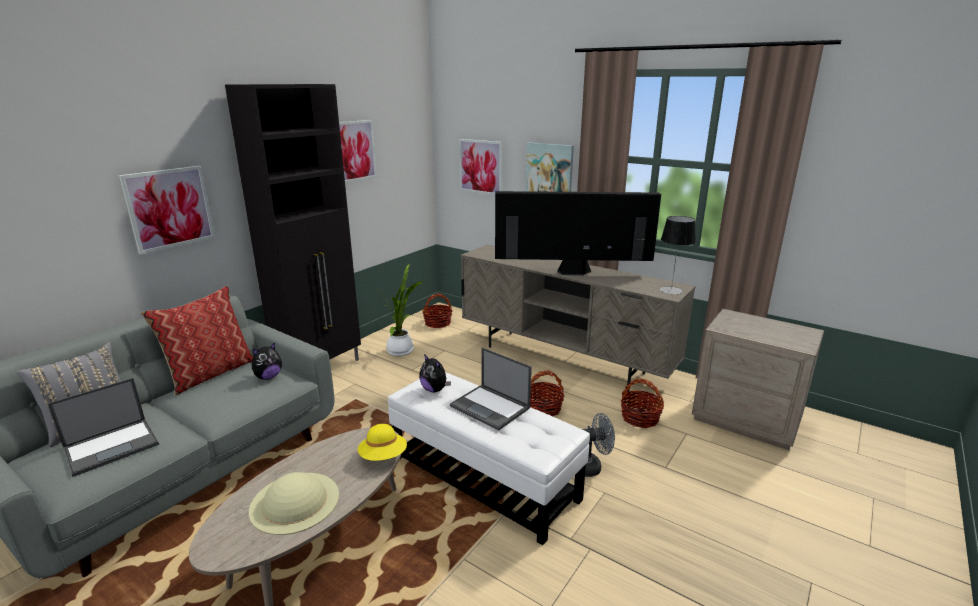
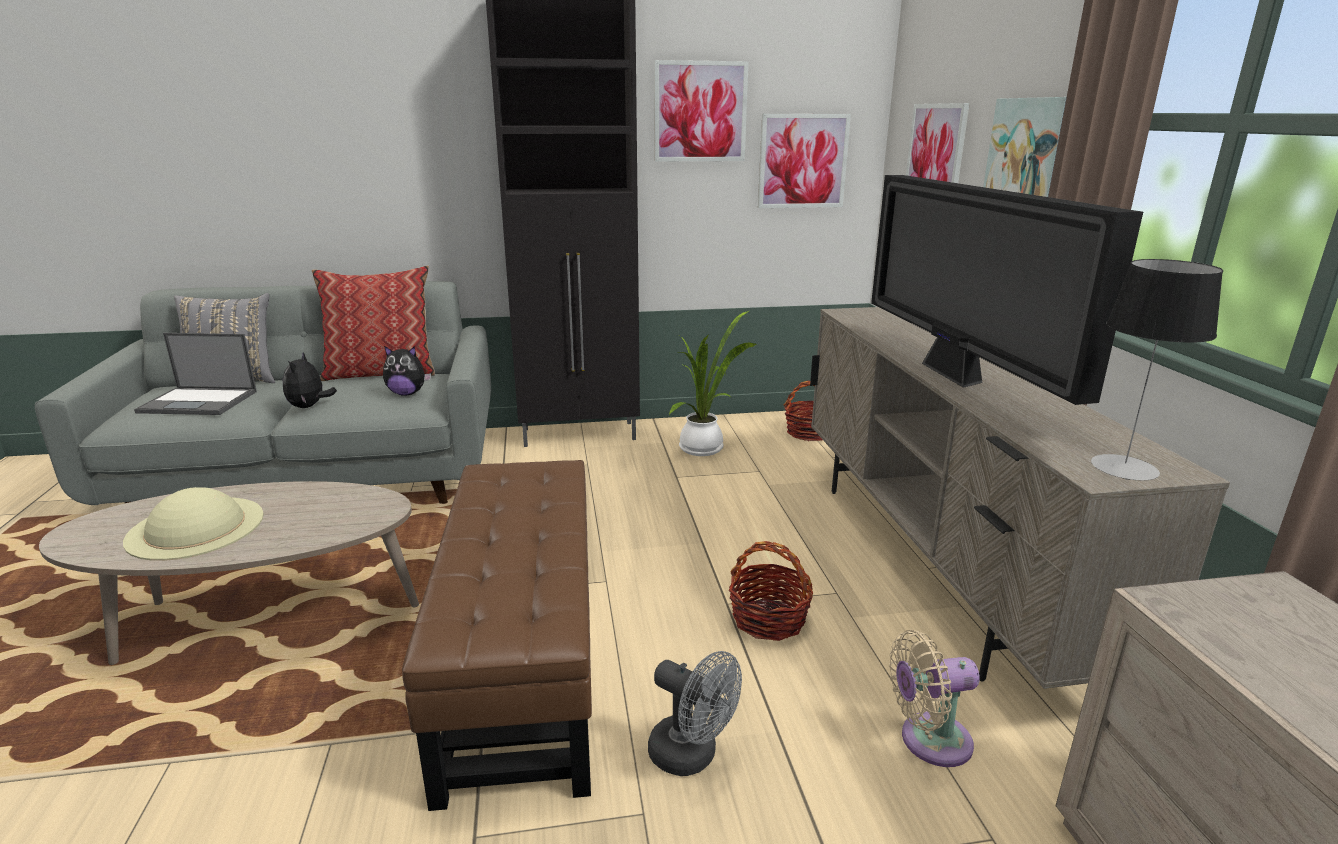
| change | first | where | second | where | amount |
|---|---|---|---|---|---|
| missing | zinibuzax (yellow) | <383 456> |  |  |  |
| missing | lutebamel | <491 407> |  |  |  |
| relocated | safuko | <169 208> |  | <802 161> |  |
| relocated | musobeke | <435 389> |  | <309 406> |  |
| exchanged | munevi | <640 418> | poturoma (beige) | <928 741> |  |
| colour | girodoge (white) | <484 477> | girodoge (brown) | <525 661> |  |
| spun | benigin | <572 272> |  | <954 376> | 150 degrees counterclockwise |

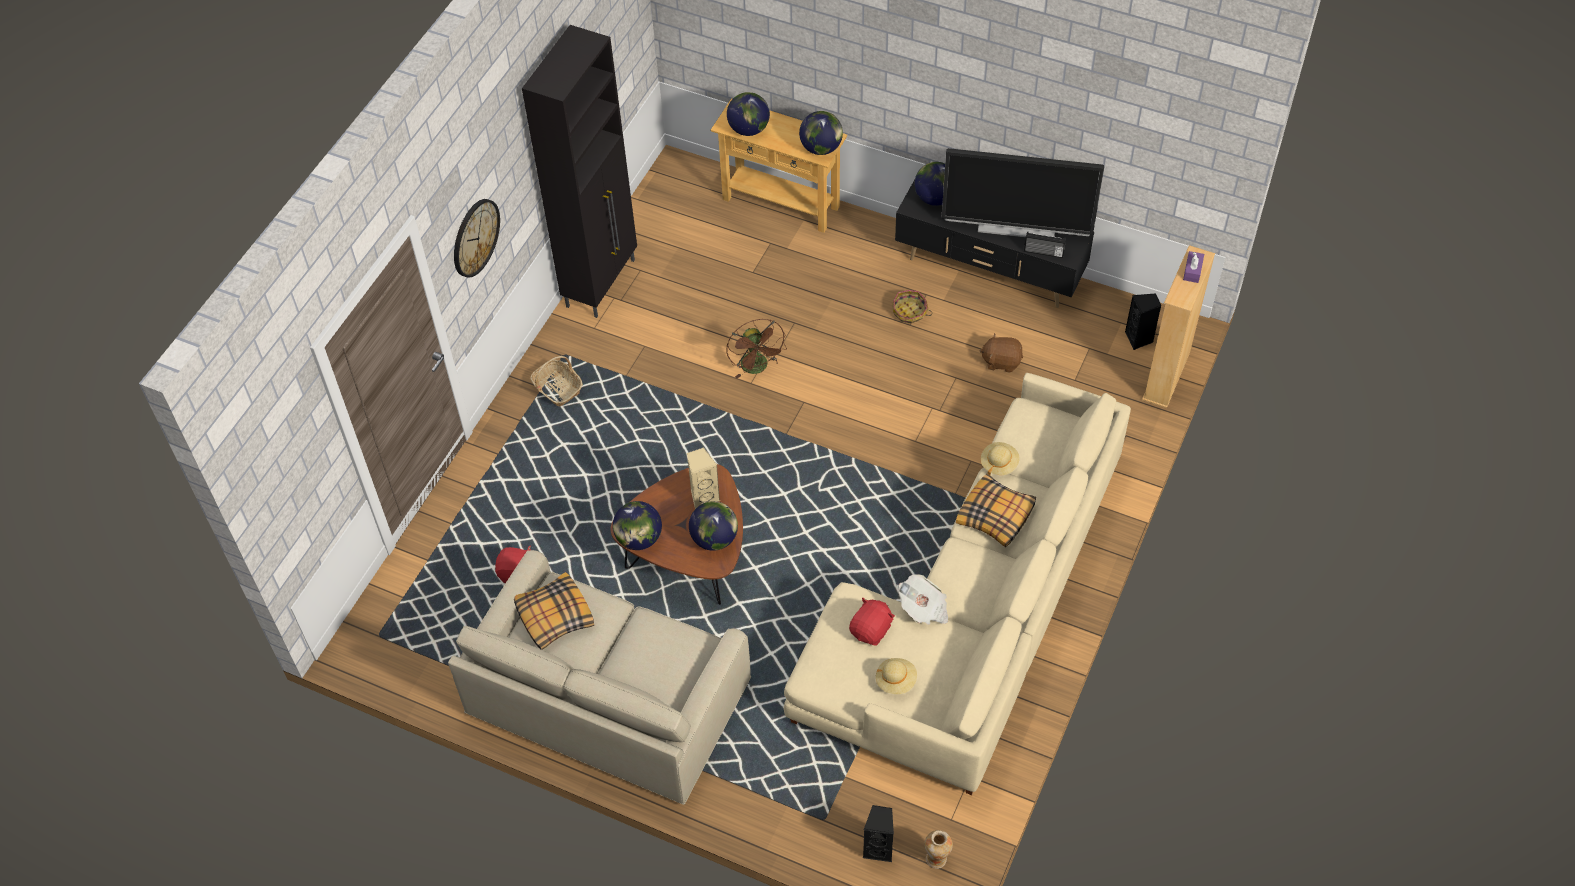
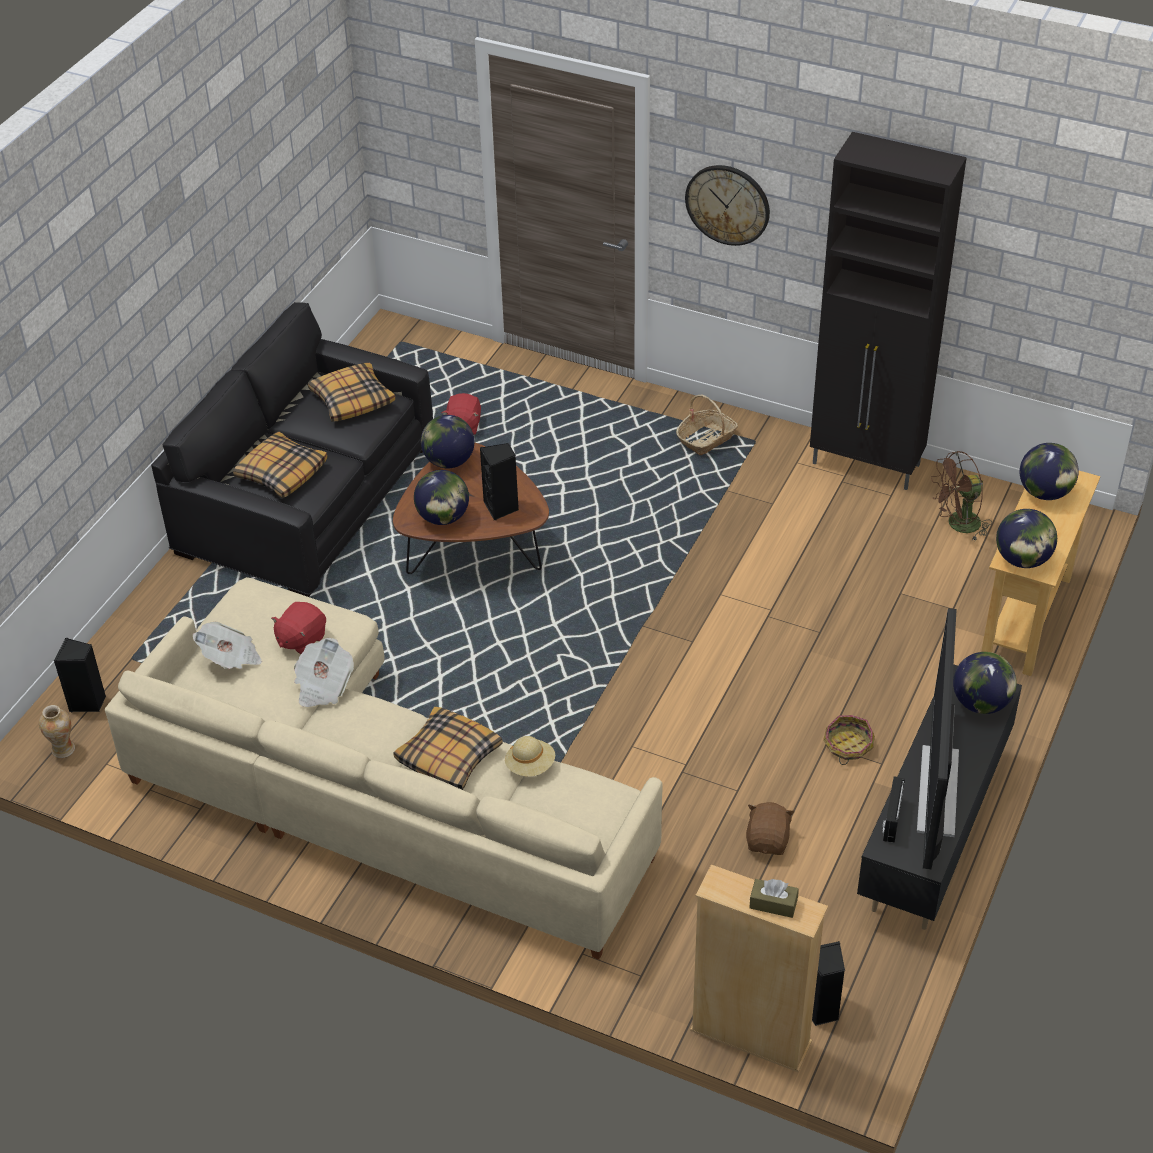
| change | first | where | second | where | amount |
|---|---|---|---|---|---|
| appeared |  |  | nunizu | <281 472> |  |
| relocated | poturoma (brown) | <757 368> |  | <958 525> |  |
| exchanged | zinibuzax (beige) | <896 681> | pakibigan | <231 658> |  |
| colour | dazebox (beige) | <607 698> | dazebox (black) | <305 495> |  |
| colour | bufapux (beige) | <703 496> | bufapux (black) | <501 508> |  |
| colour | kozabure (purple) | <1192 271> | kozabure (brown) | <773 904> |  |
| spun | musobeke (red) | <871 630> |  | <301 639> | 90 degrees clockwise |

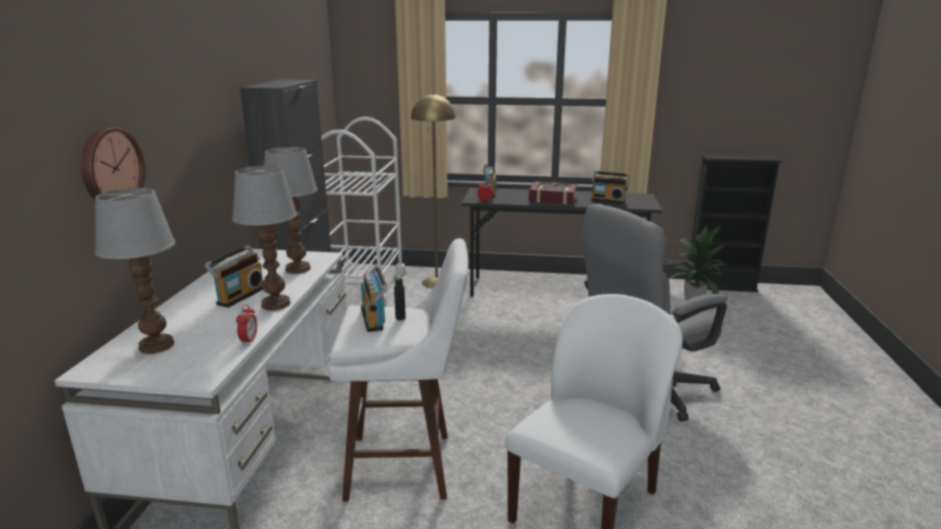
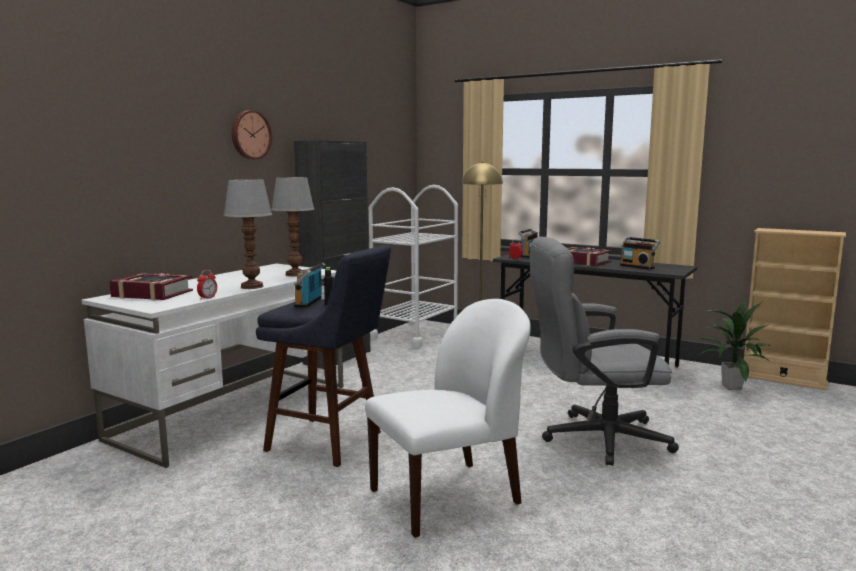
| change | first | where | second | where | amount |
|---|---|---|---|---|---|
| missing | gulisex | <239 295> |  |  |  |
| relocated | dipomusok | <110 168> |  | <250 135> |  |
| exchanged | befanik | <155 346> | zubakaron | <152 294> |  |
| colour | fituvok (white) | <408 466> | fituvok (blue) | <330 442> |  |
| colour | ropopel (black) | <720 286> | ropopel (beige) | <783 379> |  |

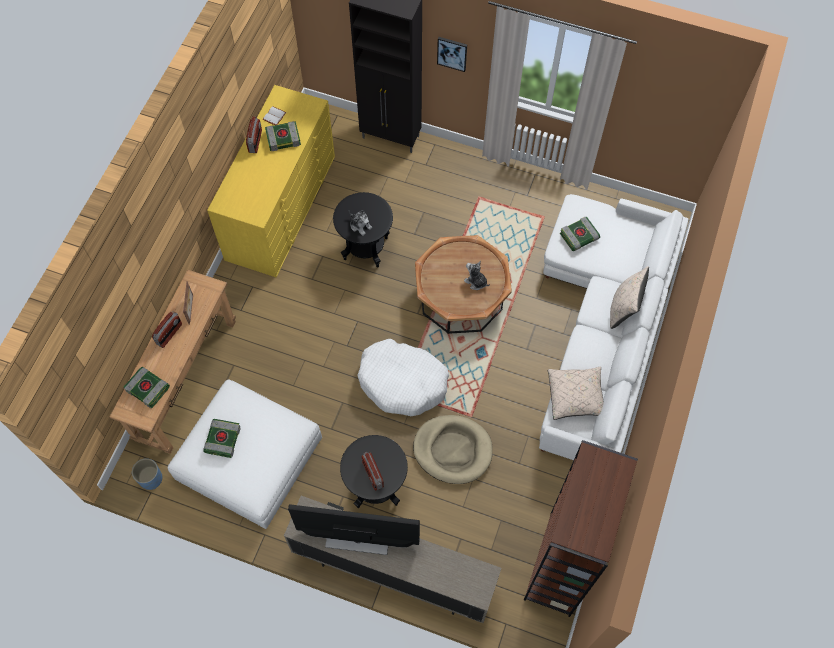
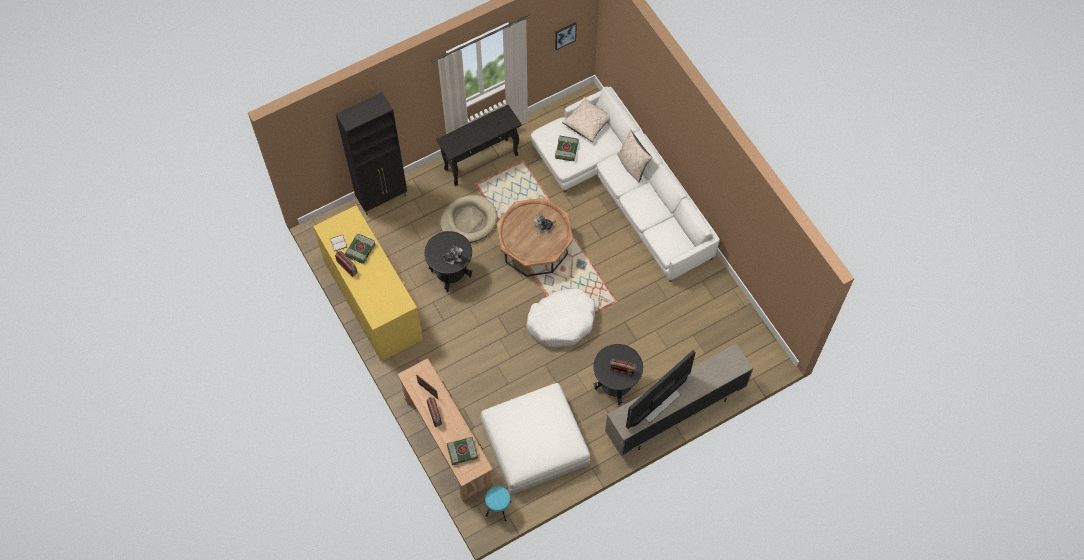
| change | first | where | second | where | amount |
|---|---|---|---|---|---|
| missing | zubakaron | <222 439> |  |  |  |
| missing | ropopel (brown) | <560 564> |  |  |  |
| appeared |  |  | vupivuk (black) | <481 161> |  |
| relocated | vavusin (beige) | <453 450> |  | <468 221> |  |
| relocated | safuko | <452 53> |  | <565 35> |  |
| relocated | nunizu (beige) | <575 397> |  | <588 123> |  |
| exchanged | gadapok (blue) | <151 479> | fituvok (turquoise) | <498 509> |  |

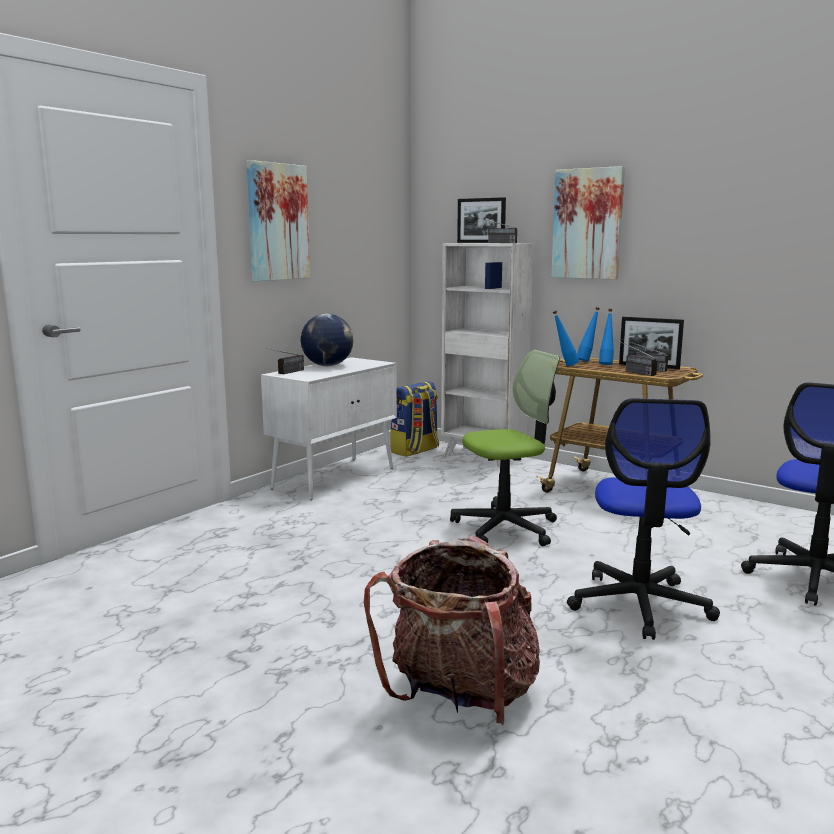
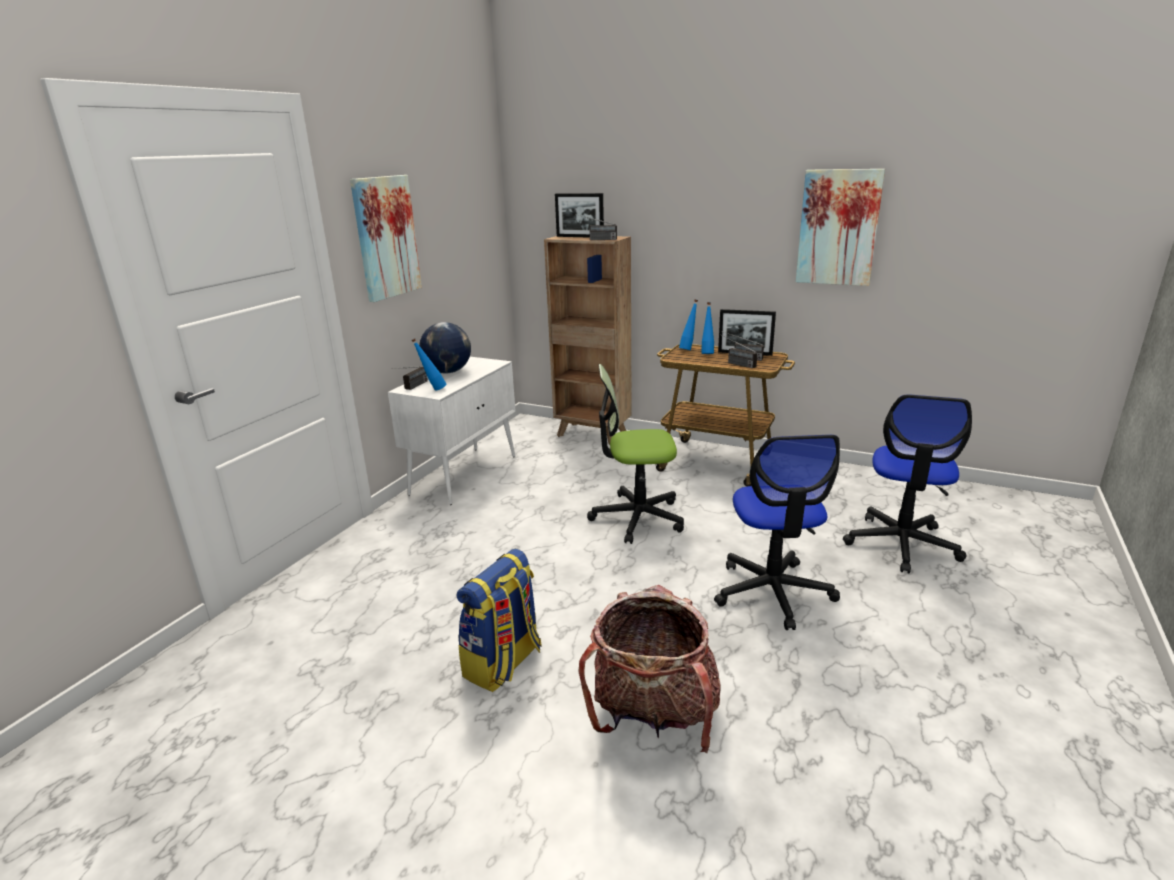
| change | first | where | second | where | amount |
|---|---|---|---|---|---|
| relocated | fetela | <415 451> |  | <503 663> |  |
| relocated | safuko | <587 224> |  | <838 227> |  |
| relocated | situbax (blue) | <564 365> |  | <432 390> |  |
| colour | ropopel (white) | <483 457> | ropopel (brown) | <593 434> |  |
| spun | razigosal | <505 527> |  | <637 517> | 150 degrees counterclockwise |

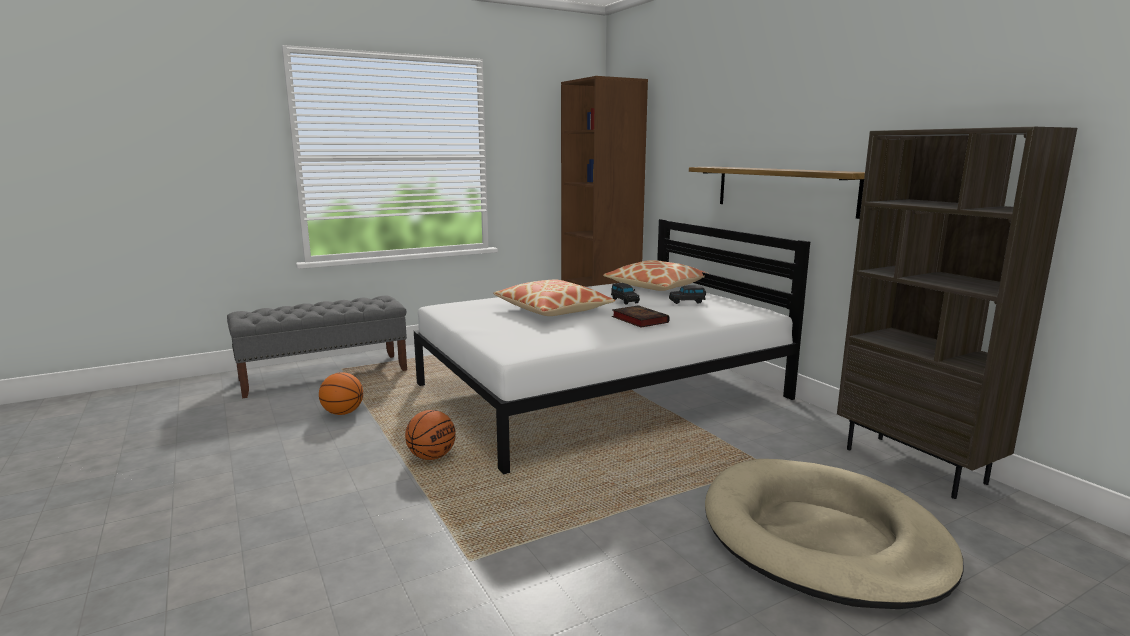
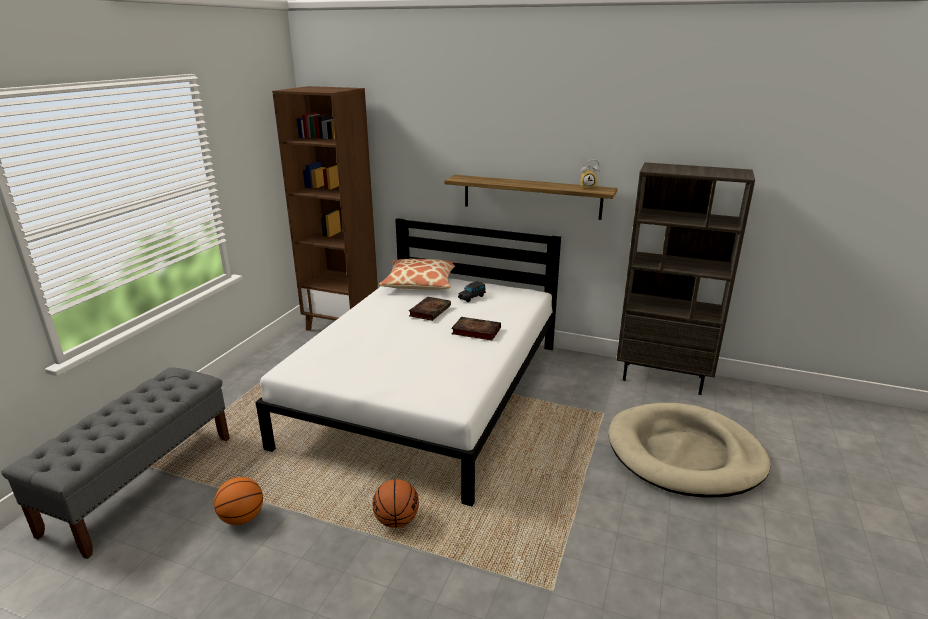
| change | first | where | second | where | amount |
|---|---|---|---|---|---|
| missing | nunizu | <553 310> |  |  |  |
| appeared |  |  | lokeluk | <588 187> |  |
| exchanged | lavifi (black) | <624 301> | zubakaron | <430 310> |  |

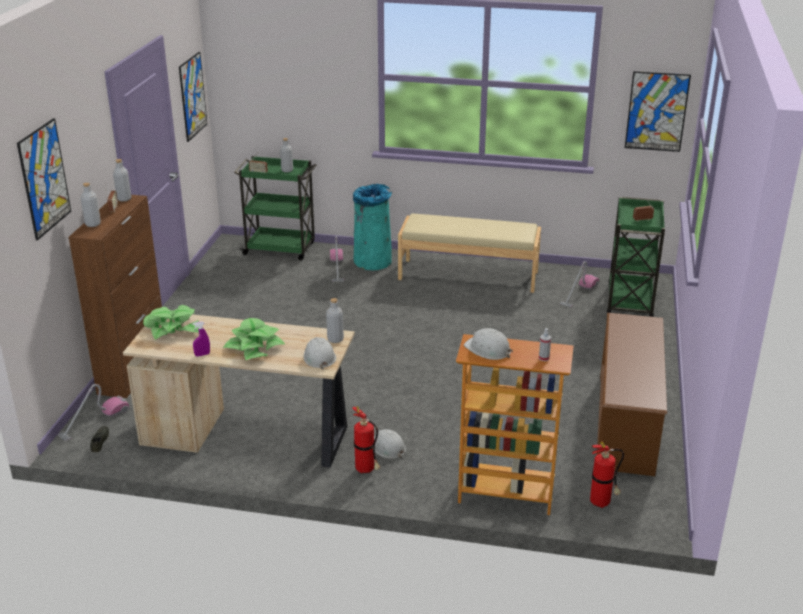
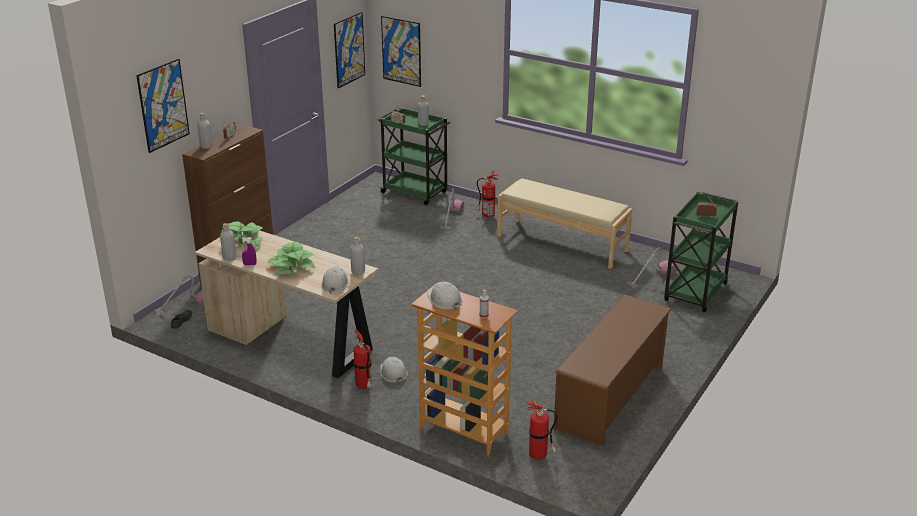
| change | first | where | second | where | amount |
|---|---|---|---|---|---|
| relocated | situbax (grey) | <124 199> |  | <229 258> |  |
| relocated | safuko | <656 111> |  | <401 51> |  |
| exchanged | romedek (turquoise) | <372 261> | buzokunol | <486 216> |  |

